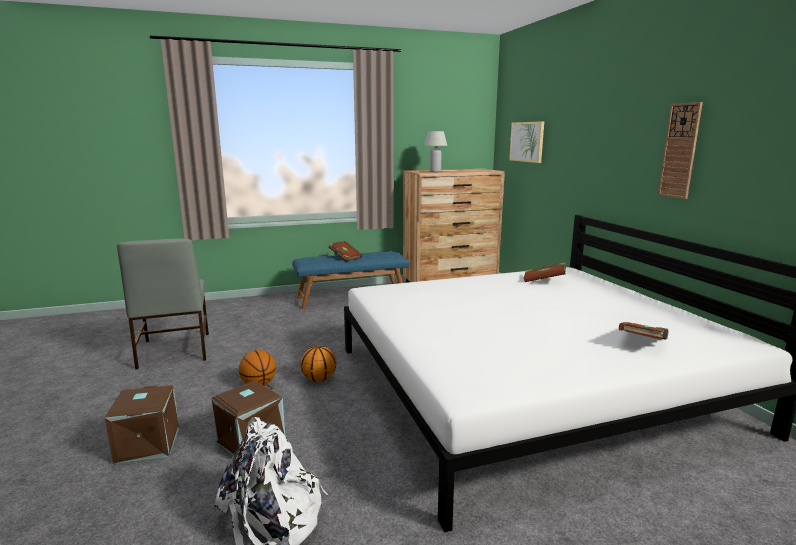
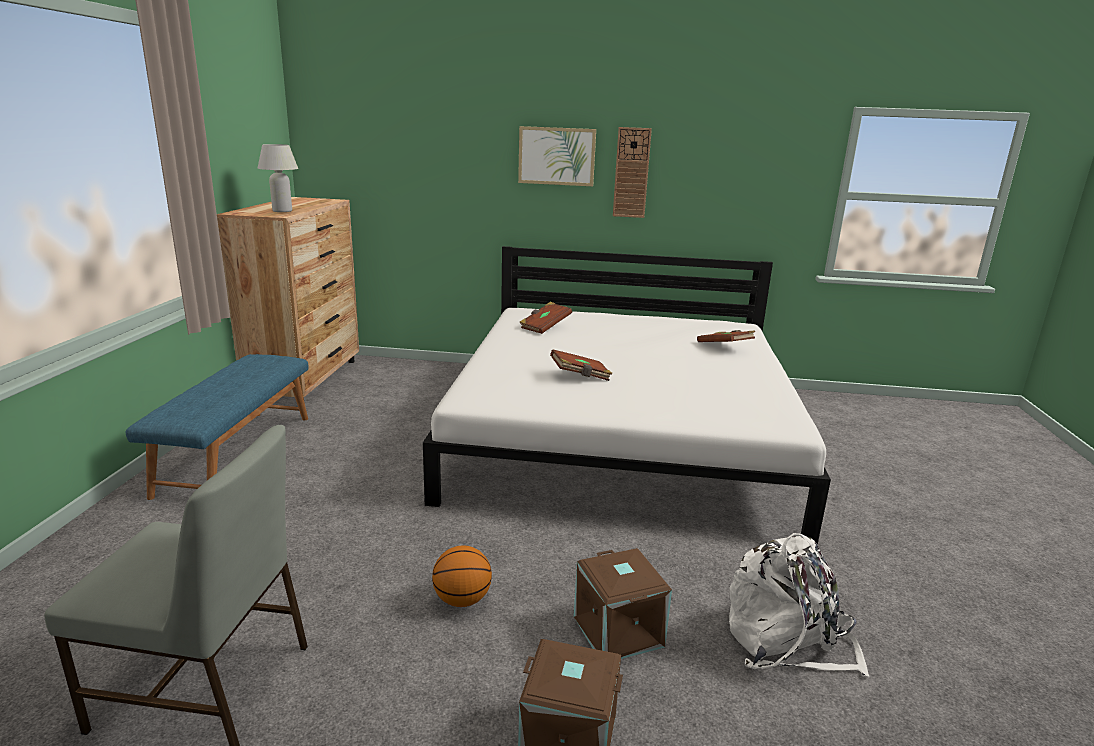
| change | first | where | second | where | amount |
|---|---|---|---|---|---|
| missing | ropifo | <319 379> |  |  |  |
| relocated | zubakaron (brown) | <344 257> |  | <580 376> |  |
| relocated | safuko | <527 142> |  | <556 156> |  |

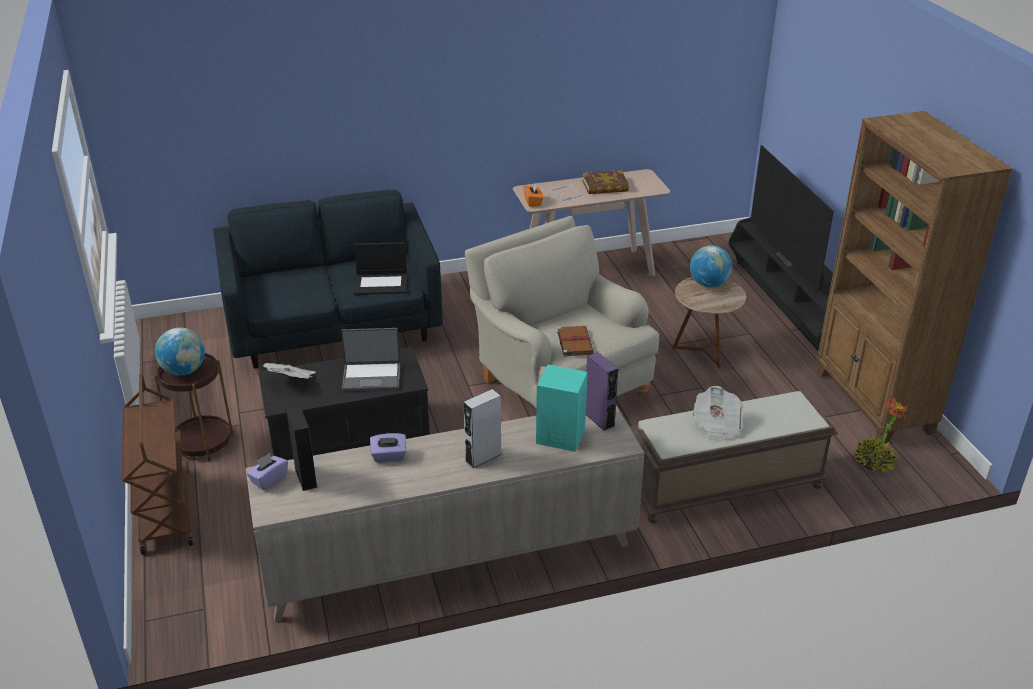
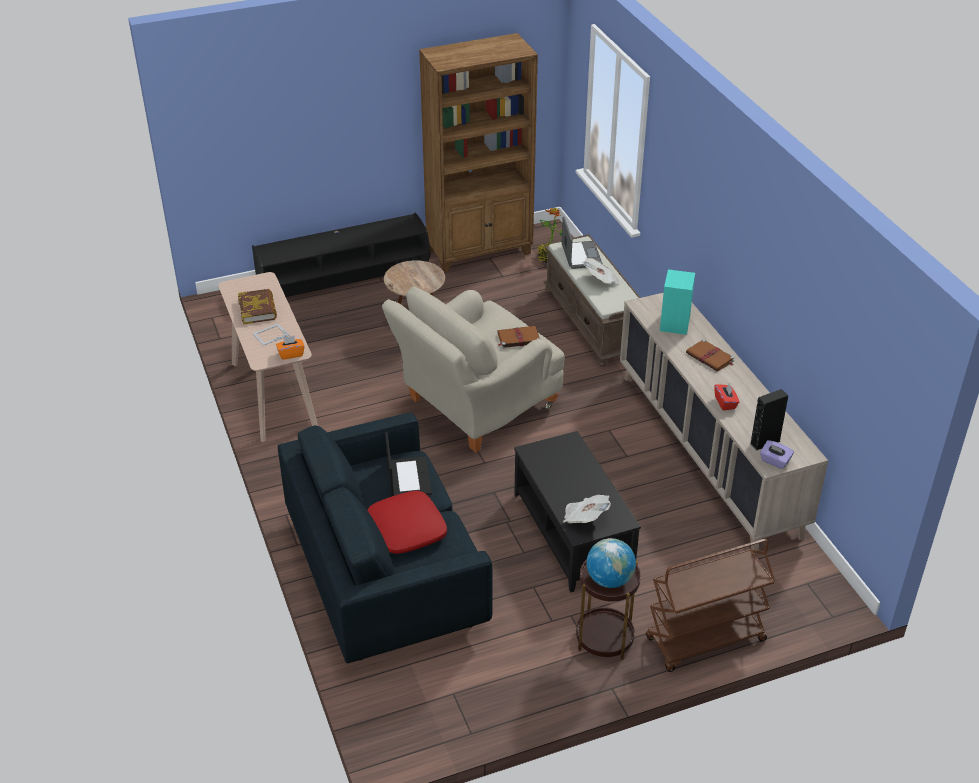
| change | first | where | second | where | amount |
|---|---|---|---|---|---|
| missing | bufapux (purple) | <599 419> |  |  |  |
| missing | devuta | <708 284> |  |  |  |
| missing | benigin | <790 258> |  |  |  |
| appeared |  |  | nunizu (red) | <406 529> |  |
| relocated | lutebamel | <372 376> |  | <580 256> |  |
| exchanged | bufapux (grey) | <483 457> | zubakaron (brown) | <710 357> |  |
| colour | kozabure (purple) | <389 456> | kozabure (red) | <725 403> |  |

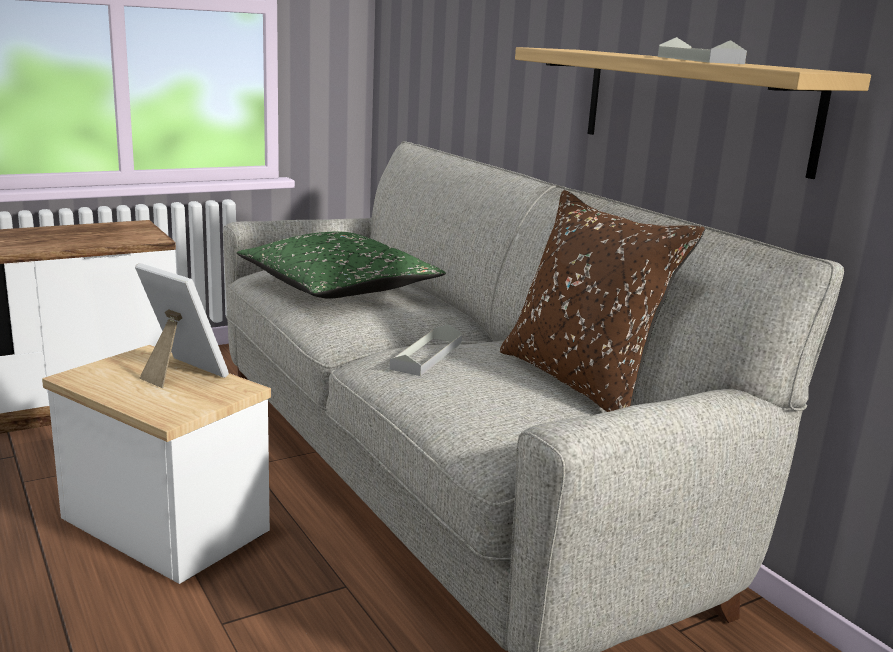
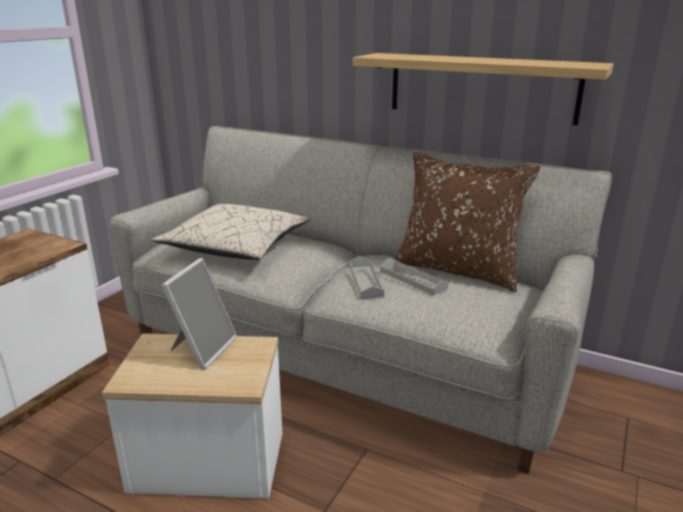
| change | first | where | second | where | amount |
|---|---|---|---|---|---|
| relocated | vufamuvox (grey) | <698 60> |  | <413 279> |  |
| colour | nunizu (green) | <338 289> | nunizu (beige) | <236 247> |  |
| spun | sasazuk | <179 374> |  | <202 349> | 105 degrees clockwise |

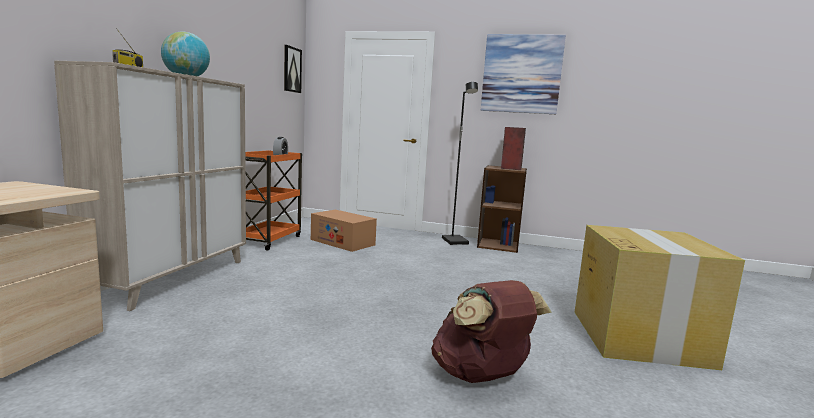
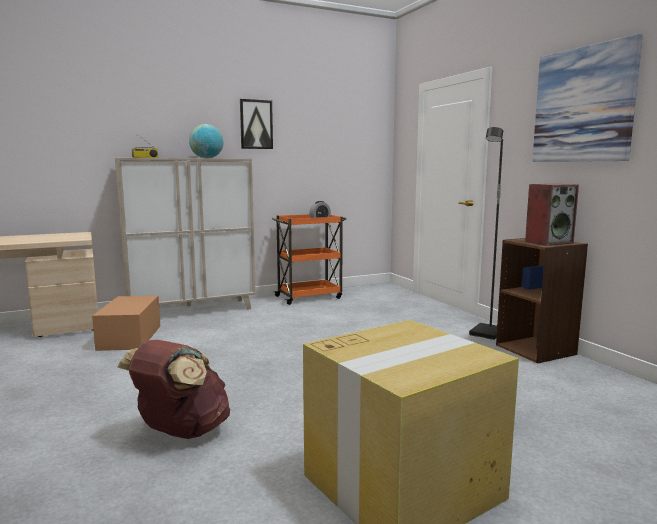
| change | first | where | second | where | amount |
|---|---|---|---|---|---|
| relocated | safuko | <292 69> |  | <256 124> |  |
| relocated | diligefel | <342 242> |  | <130 337> |  |

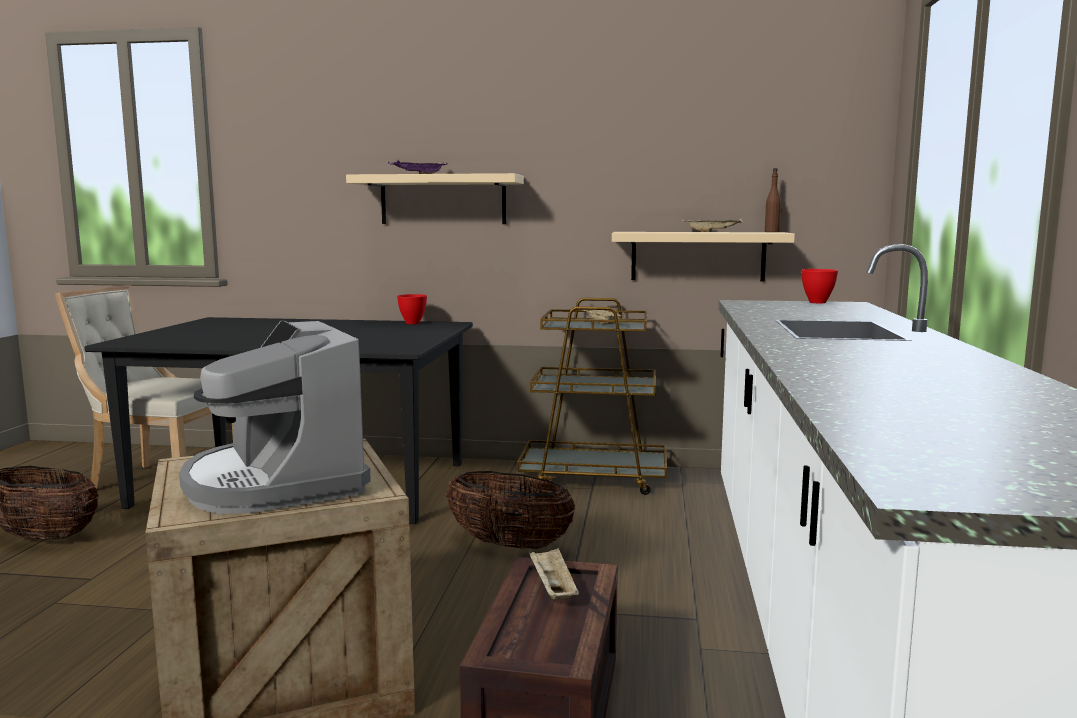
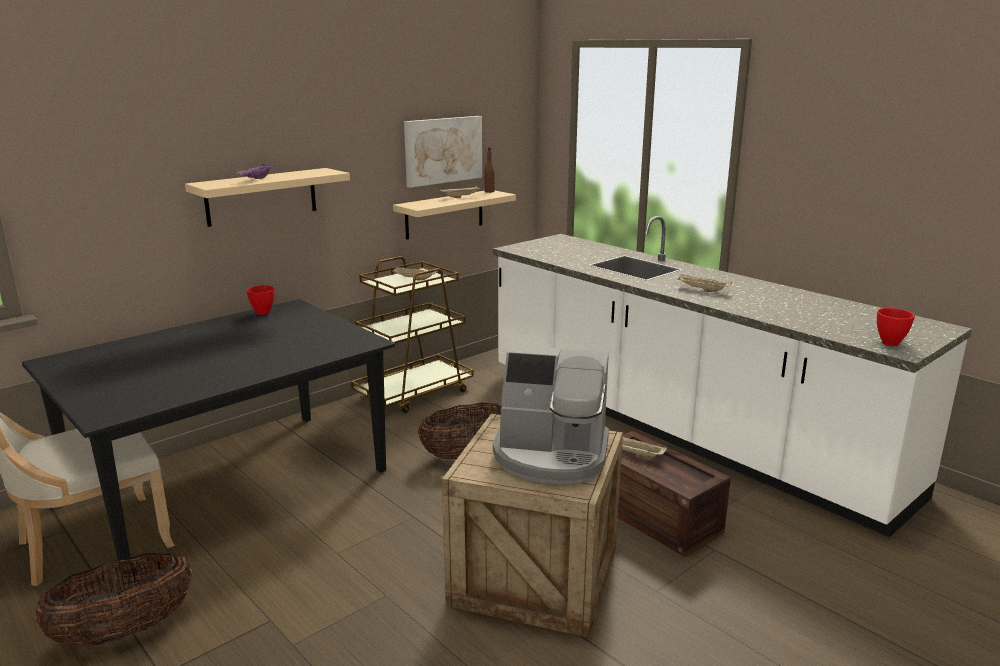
| change | first | where | second | where | amount |
|---|---|---|---|---|---|
| appeared |  |  | safuko | <443 150> |  |
| appeared |  |  | vufamuvox (beige) | <702 290> |  |
| relocated | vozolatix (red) | <818 302> |  | <890 343> |  |

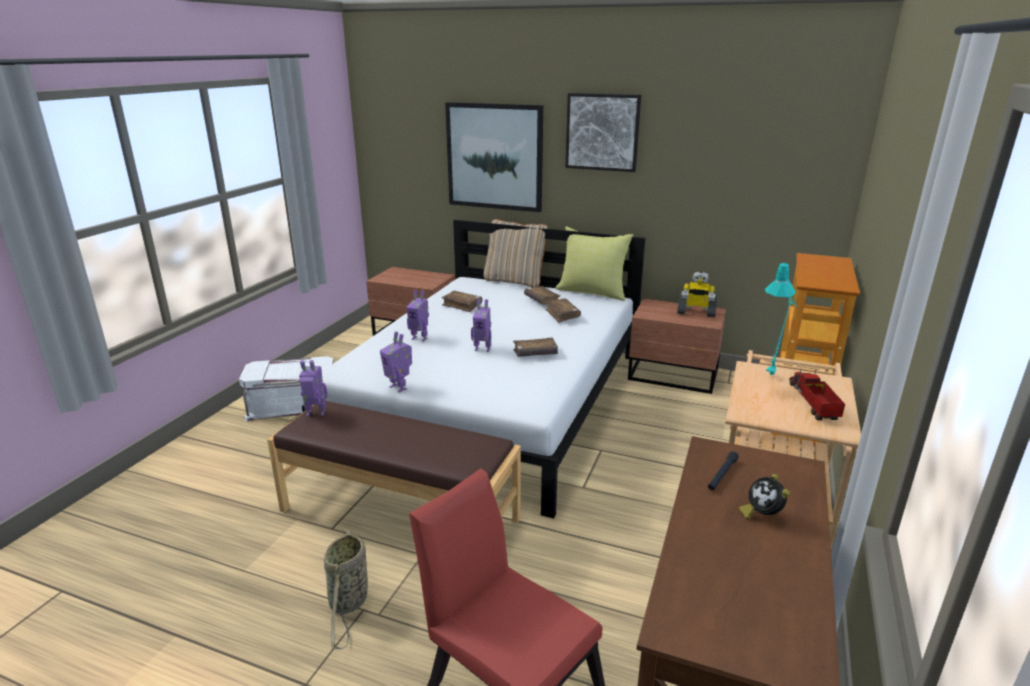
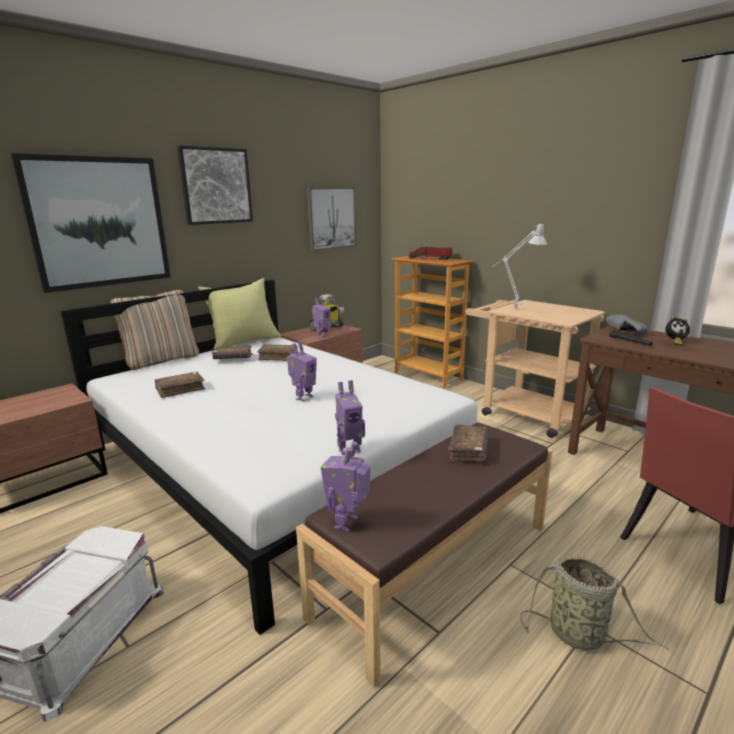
| change | first | where | second | where | amount |
|---|---|---|---|---|---|
| appeared |  |  | safuko | <331 218> |  |
| appeared |  |  | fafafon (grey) | <622 332> |  |
| relocated | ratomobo | <420 338> |  | <322 336> |  |
| relocated | zubakaron (brown) | <535 353> |  | <468 450> |  |
| relocated | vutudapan | <812 403> |  | <431 259> |  |
| colour | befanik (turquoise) | <773 373> | befanik (grey) | <512 308> |  |

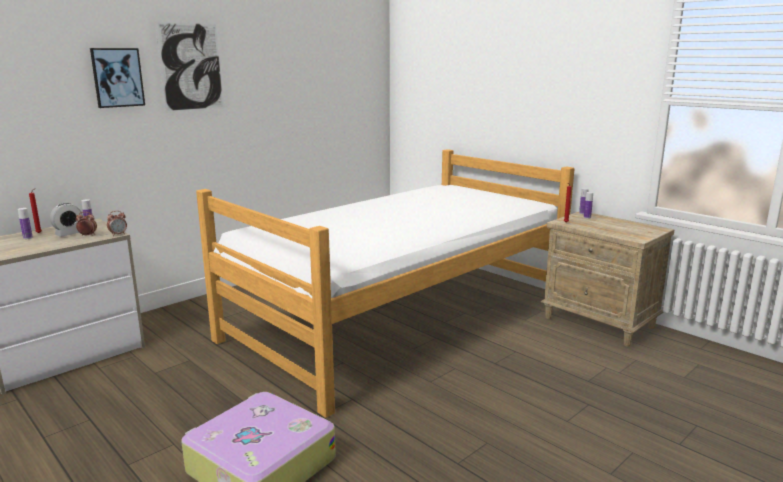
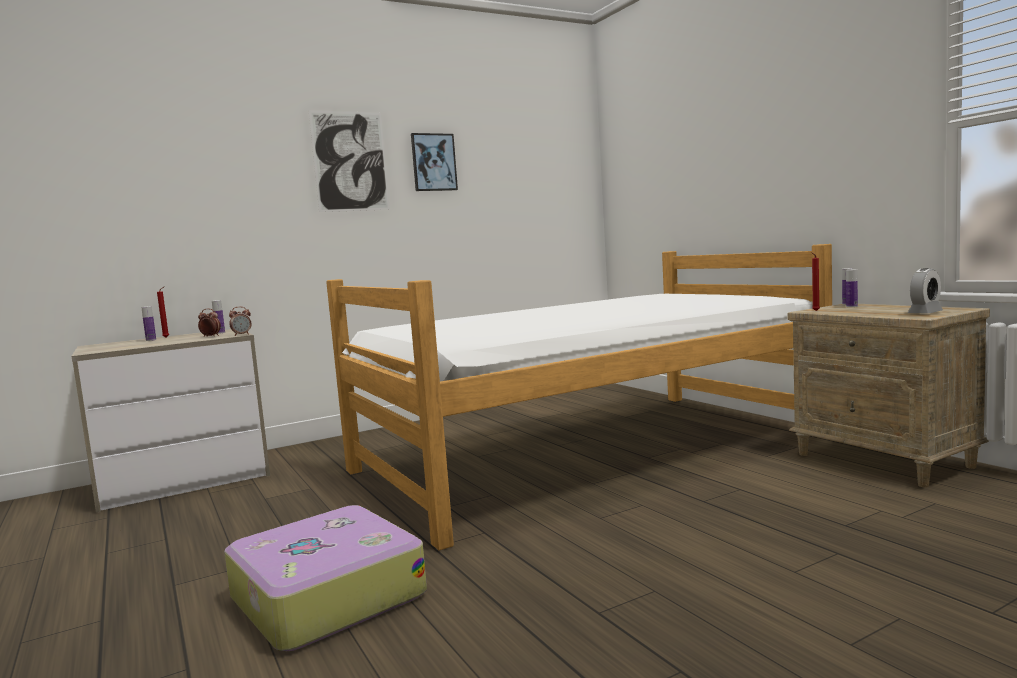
| change | first | where | second | where | amount |
|---|---|---|---|---|---|
| relocated | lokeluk | <69 234> |  | <925 313> |  |
| relocated | safuko | <117 77> |  | <433 162> |  |

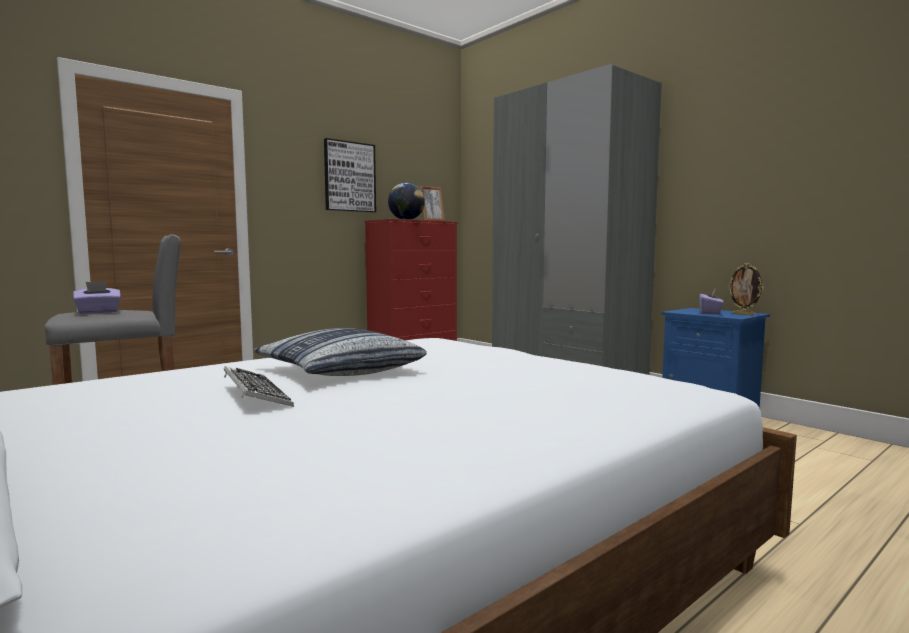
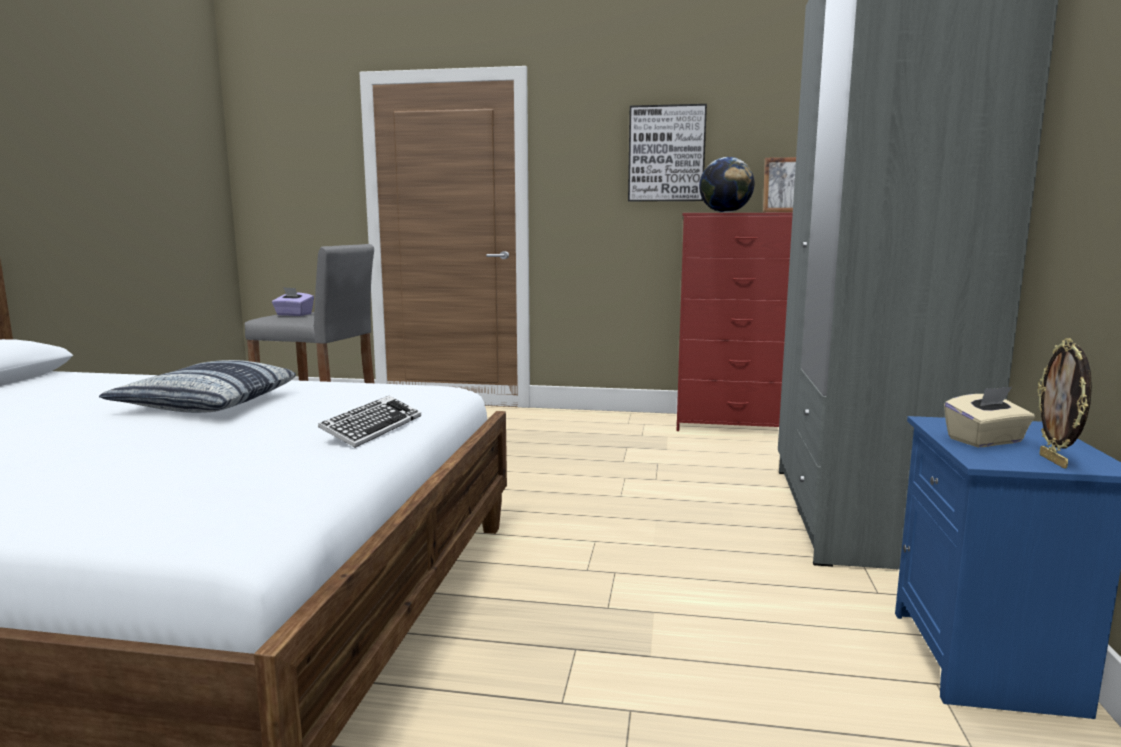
| change | first | where | second | where | amount |
|---|---|---|---|---|---|
| relocated | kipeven | <255 395> |  | <372 428> |  |
| colour | kozabure (purple) | <710 313> | kozabure (beige) | <985 441> |  |

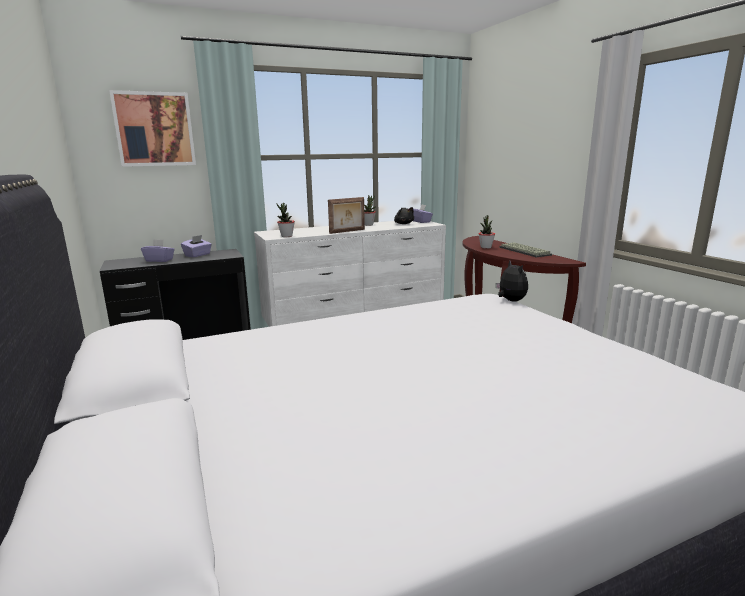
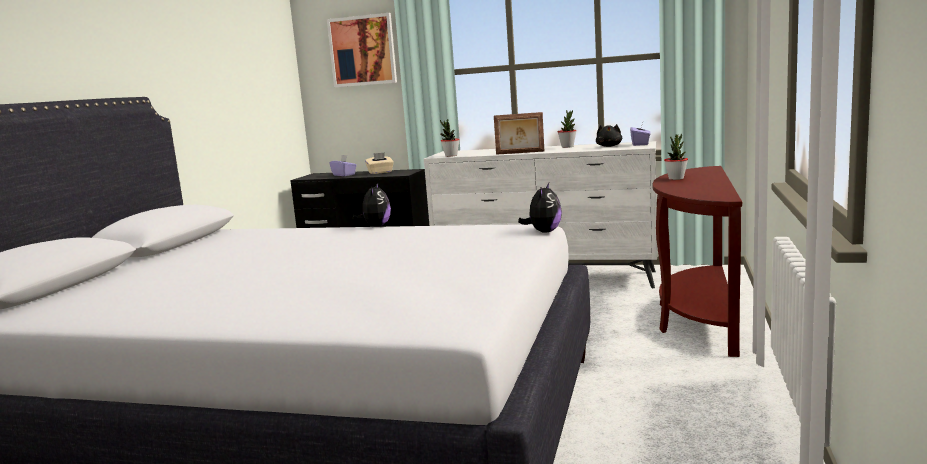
| change | first | where | second | where | amount |
|---|---|---|---|---|---|
| missing | kipeven | <525 251> |  |  |  |
| appeared |  |  | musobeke | <376 226> |  |
| colour | kozabure (purple) | <198 255> | kozabure (beige) | <380 172> |  |

